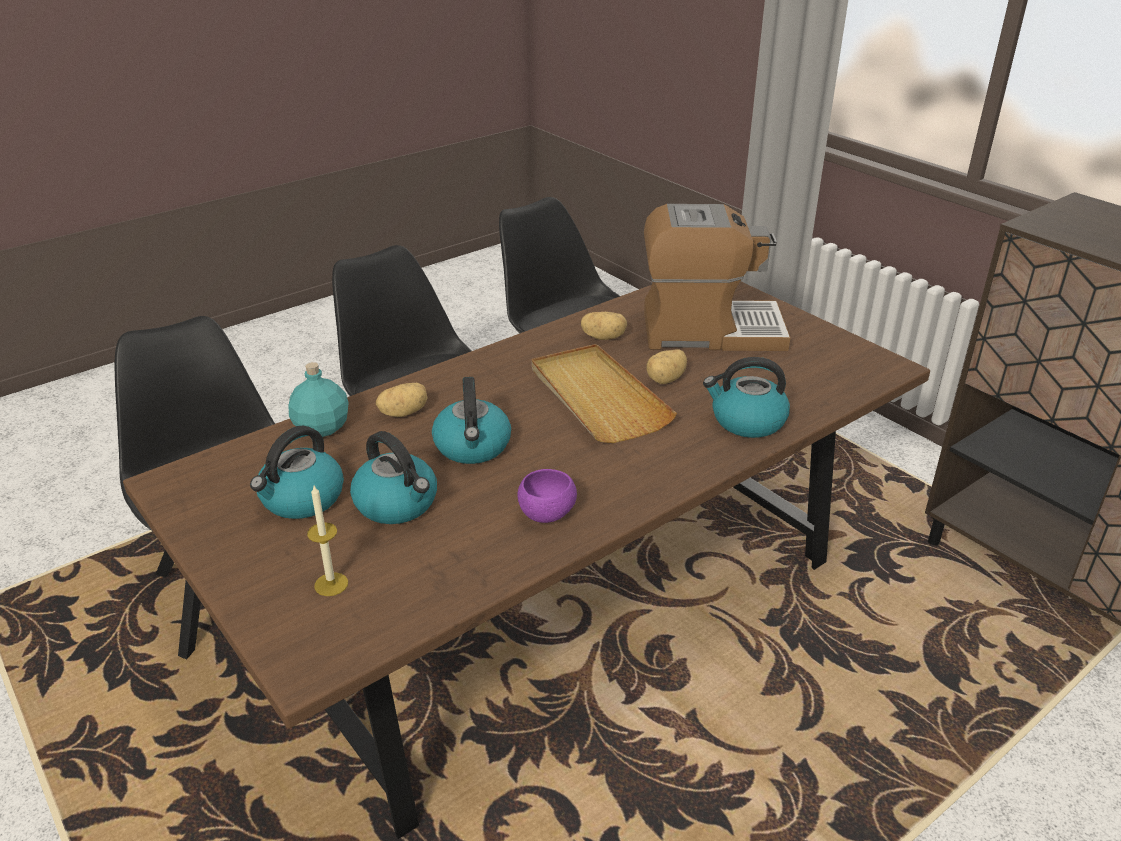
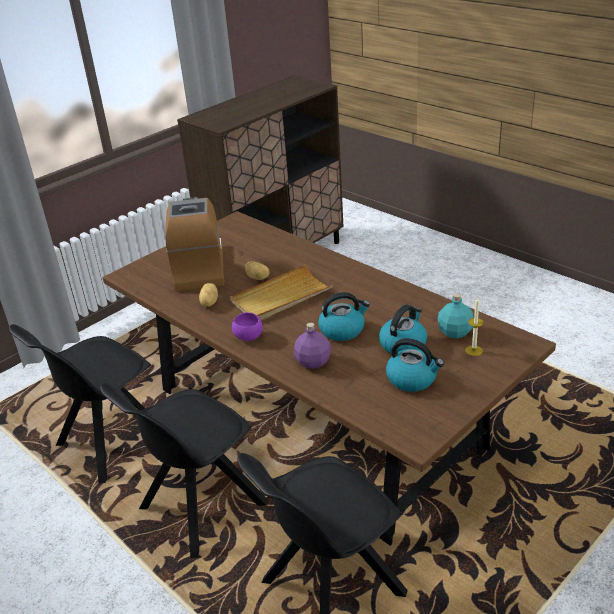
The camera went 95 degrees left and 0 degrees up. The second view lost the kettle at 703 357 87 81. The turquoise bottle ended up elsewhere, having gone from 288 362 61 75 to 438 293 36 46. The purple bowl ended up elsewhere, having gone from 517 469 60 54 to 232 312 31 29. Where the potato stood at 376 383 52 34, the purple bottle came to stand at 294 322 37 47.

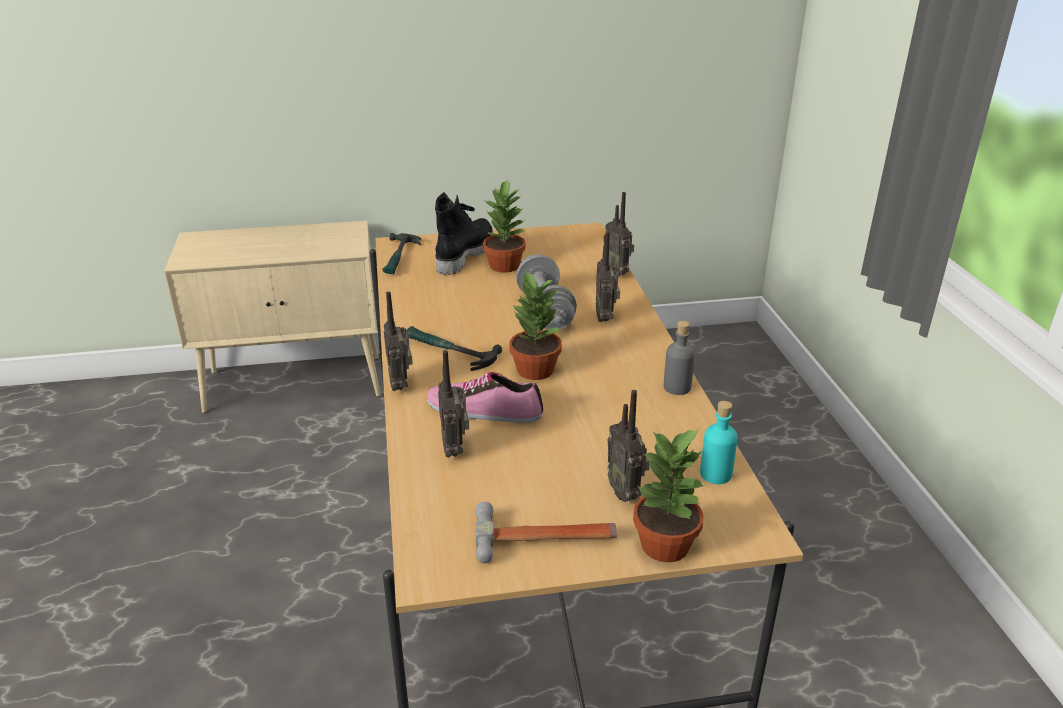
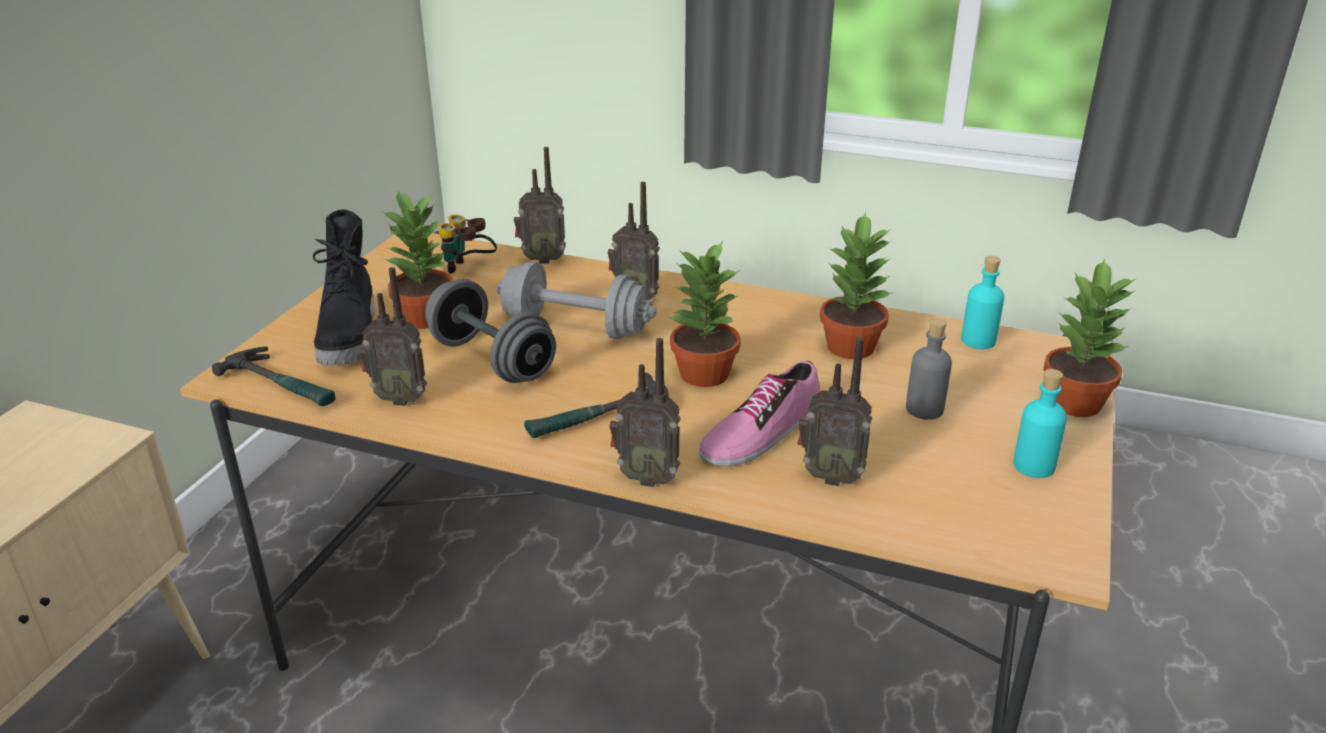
The camera went 60 degrees left and 0 degrees up. The second view gained the grey dumbbell at 425 279 131 104. The second view gained the binoculars at 439 214 58 60. The second view gained the potted plant at 820 212 74 147. The radio ended up elsewhere, having gone from 607 390 43 112 to 359 267 68 139. The grey bottle ended up elsewhere, having gone from 664 321 31 74 to 906 318 46 102. Where the hammer stood at 475 502 142 62, the turquoise bottle came to stand at 1013 369 54 109. The black boot at 435 192 58 83 ended up facing another way, 150 degrees counterclockwise from before.

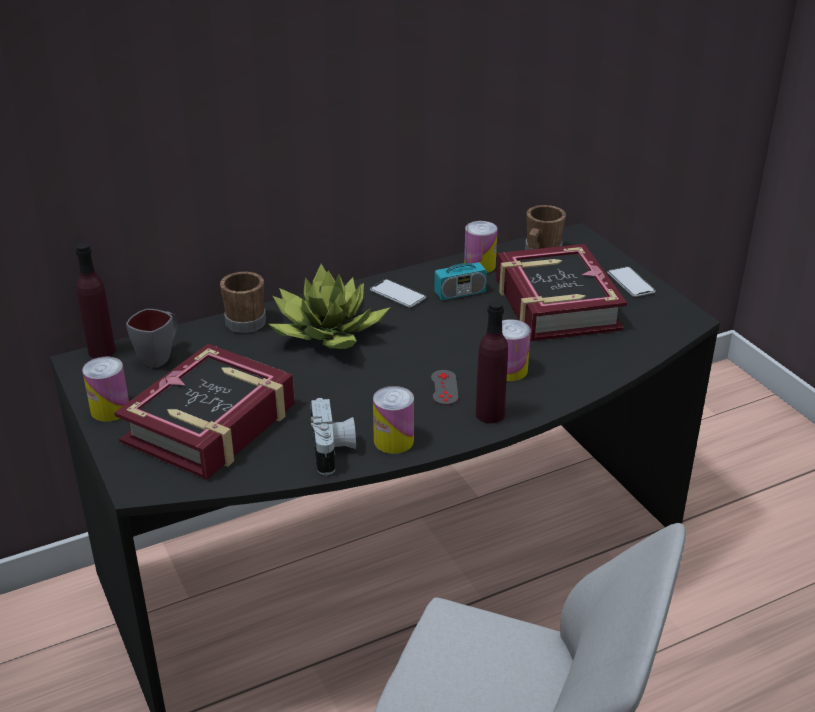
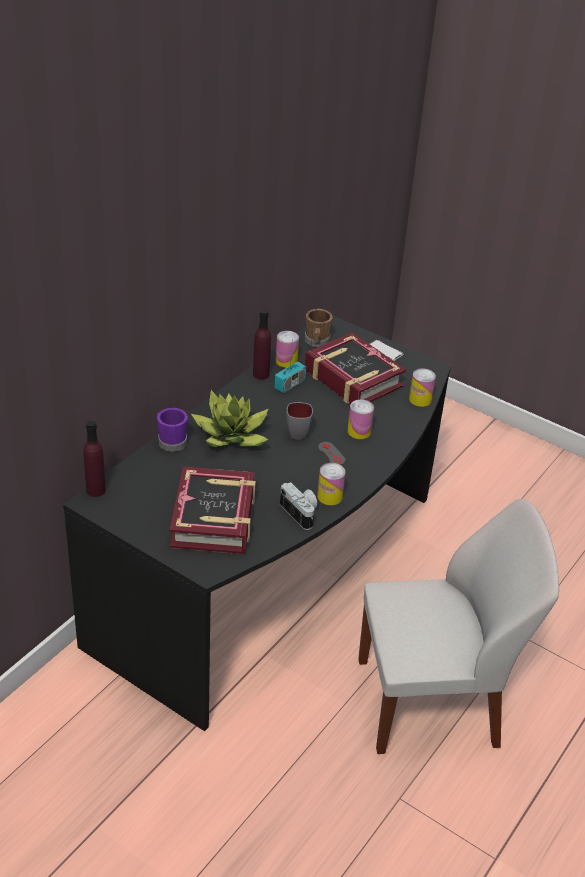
The camera went 30 degrees left and 5 degrees up. The second view lost the phone at 370 279 56 29. The can ended up elsewhere, having gone from 82 357 47 65 to 409 368 27 39. The grey mug ended up elsewhere, having gone from 126 309 51 59 to 286 402 27 38. The purple bottle ended up elsewhere, having gone from 476 300 32 123 to 253 309 18 71. What was the brown mug at 220 272 46 61 turned into the purple mug at 157 408 31 44.

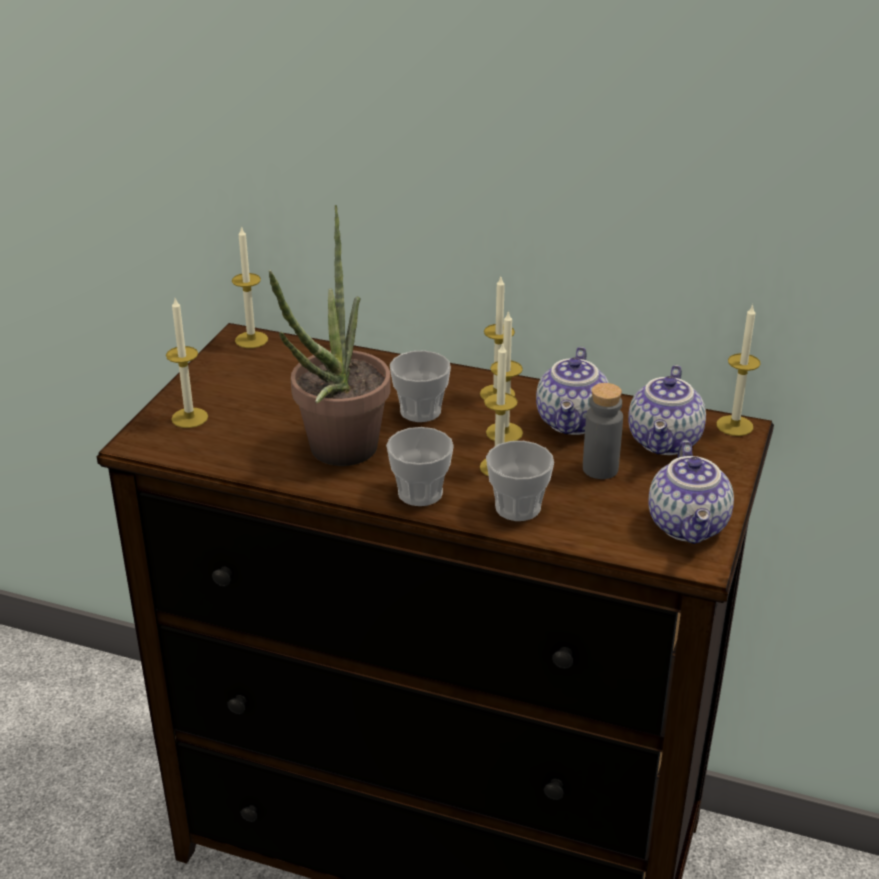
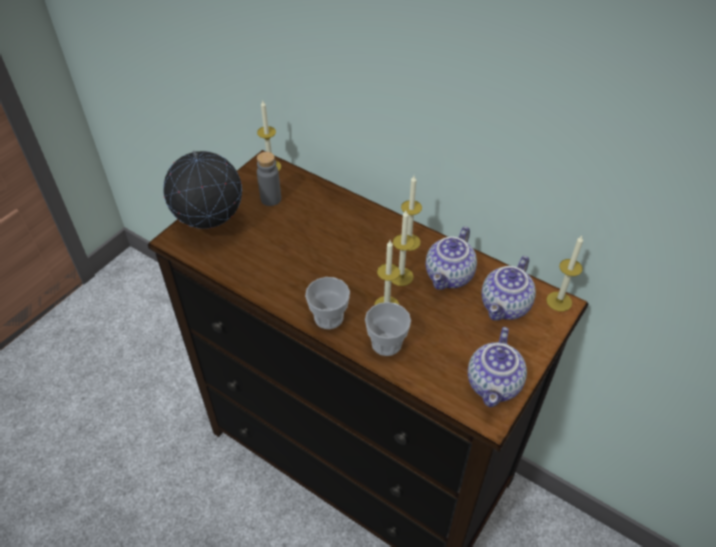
The camera went 15 degrees right and 15 degrees up. The second view lost the potted plant at 269 205 122 261. The second view lost the cup at 390 350 61 72. The grey bottle ended up elsewhere, having gone from 583 383 40 96 to 257 152 24 54. Where the candle stood at 166 298 42 130, the globe came to stand at 163 151 79 78.

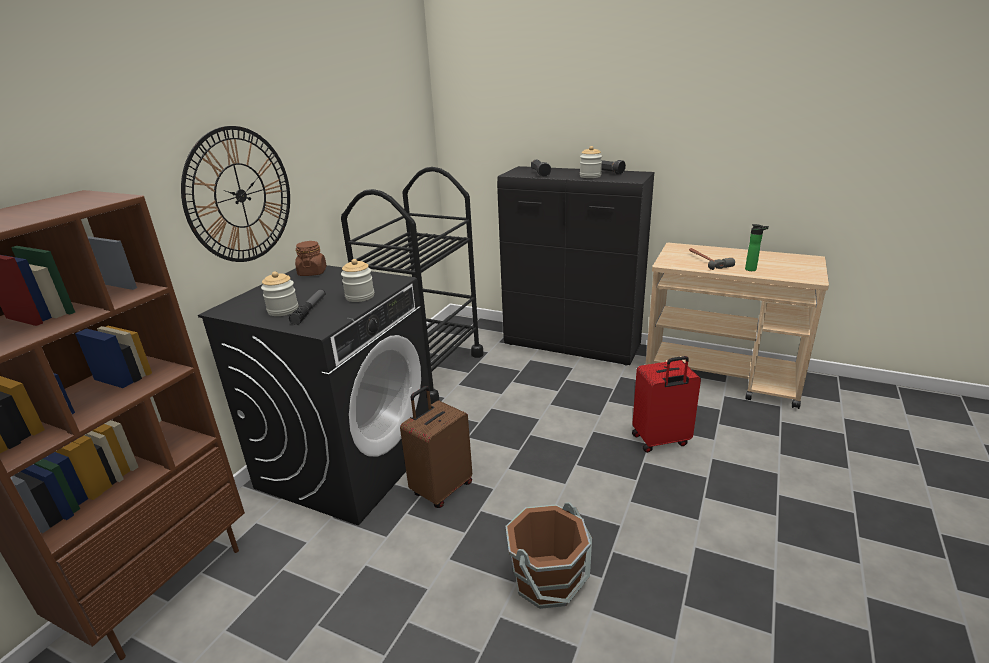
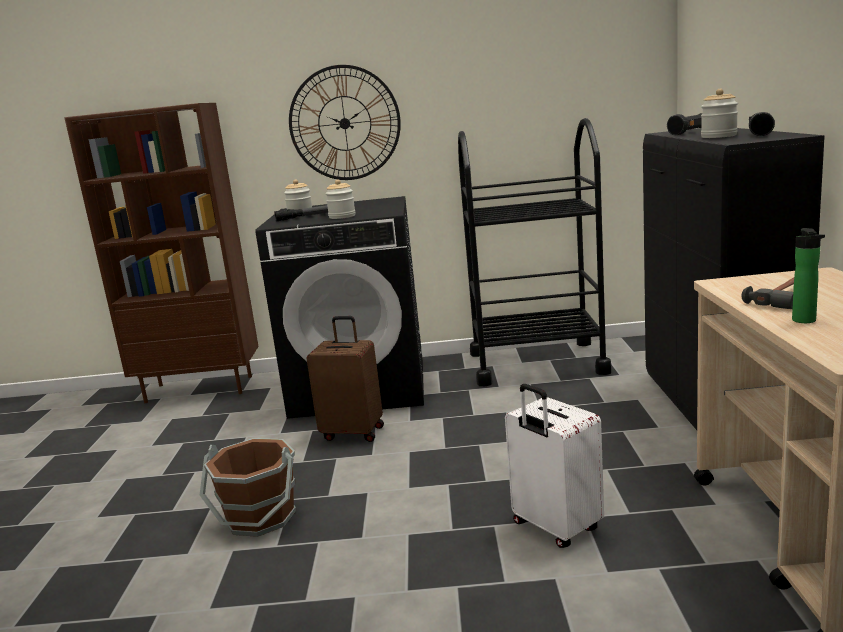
The camera went 65 degrees right and 10 degrees down. The second view lost the brown jar at 295 241 32 35. What was the red suitcase at 632 356 69 97 turned into the white suitcase at 505 384 99 164.

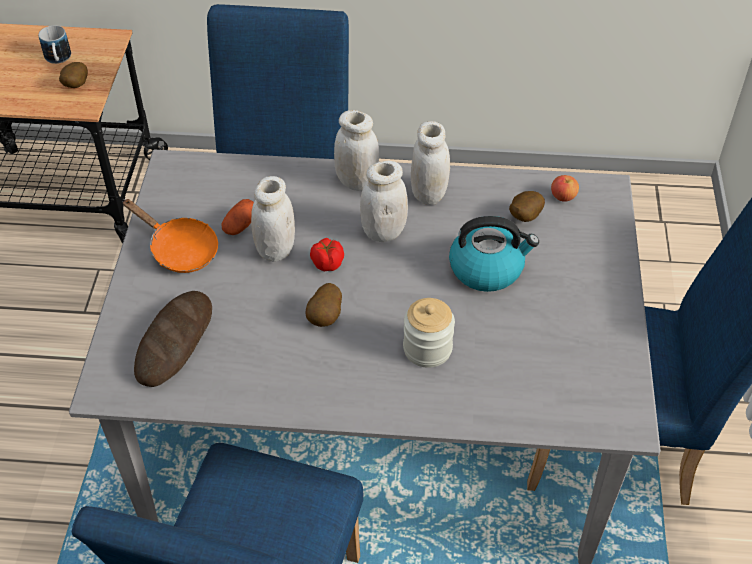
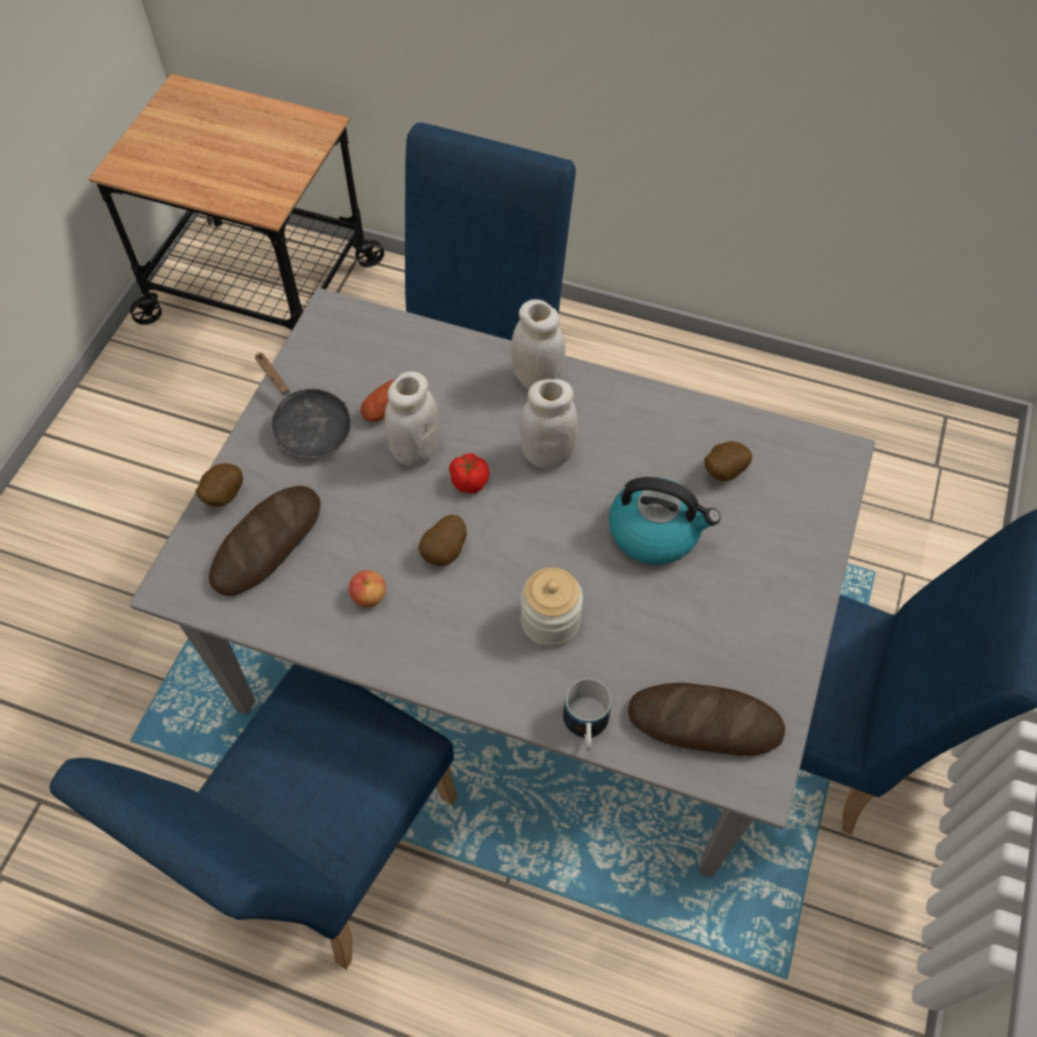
The camera went 15 degrees right and 10 degrees up. The second view lost the white jar at 411 121 39 84. The second view gained the bread at 628 683 157 73. The mug ended up elsewhere, having gone from 38 25 33 39 to 563 678 49 73. The potato ended up elsewhere, having gone from 59 62 29 26 to 195 463 48 44. The apple ended up elsewhere, having gone from 551 175 28 27 to 349 570 37 37. What was the orange frying pan at 122 199 96 74 turned into the black frying pan at 255 352 96 107.

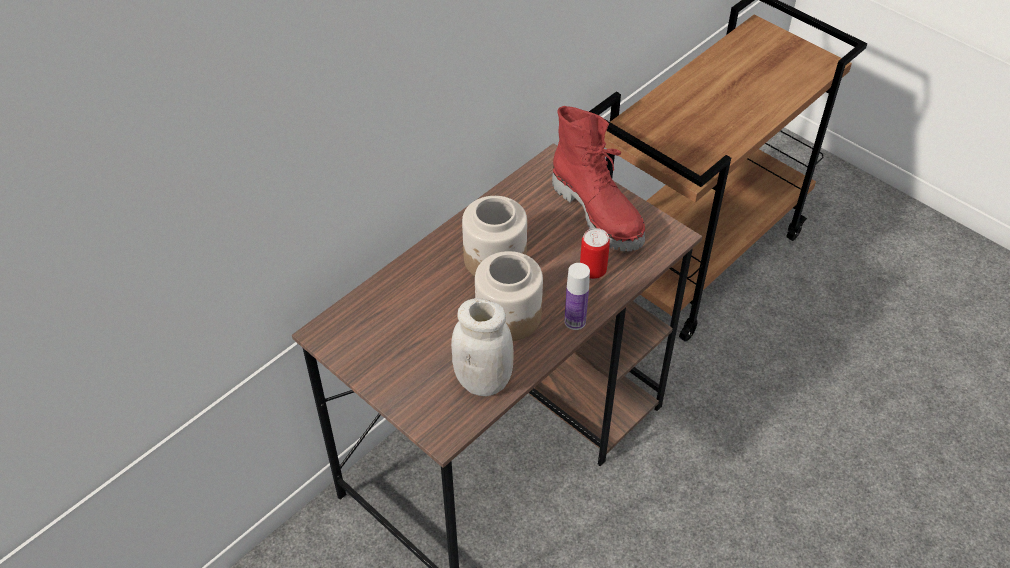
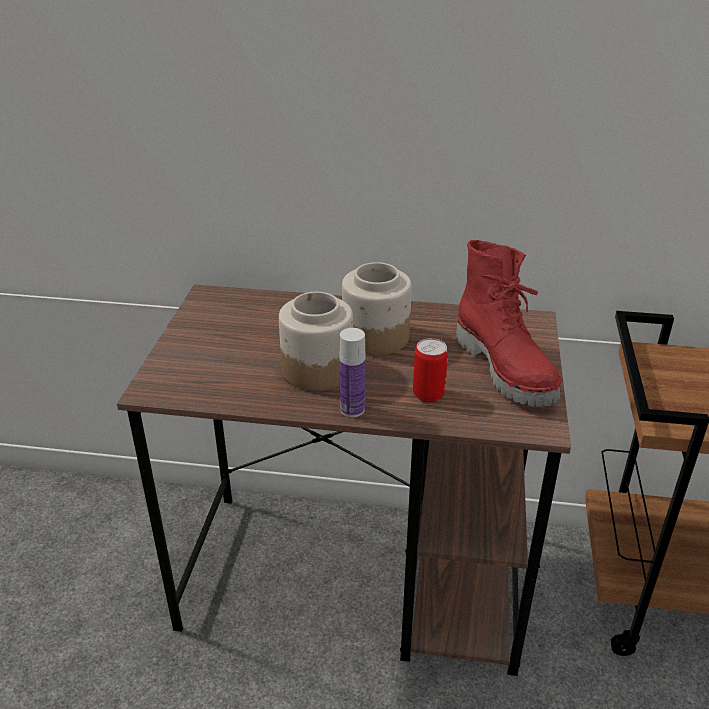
The camera went 55 degrees right and 15 degrees down. The second view lost the white jar at 451 298 63 98. The red boot at 552 106 93 146 ended up facing another way, 45 degrees counterclockwise from before.

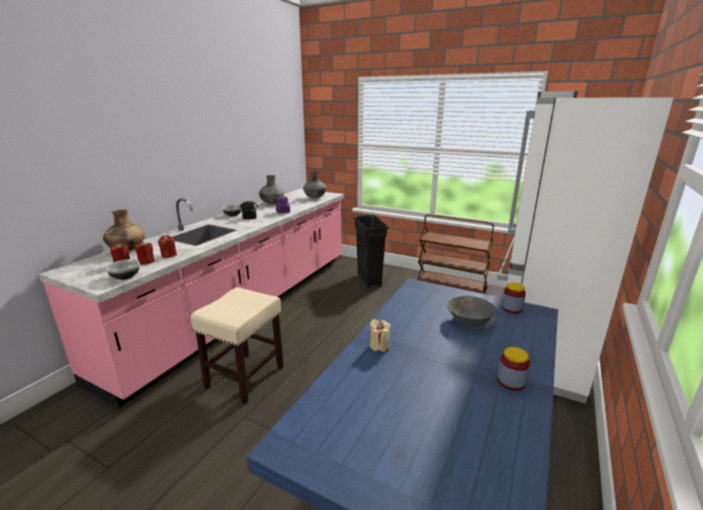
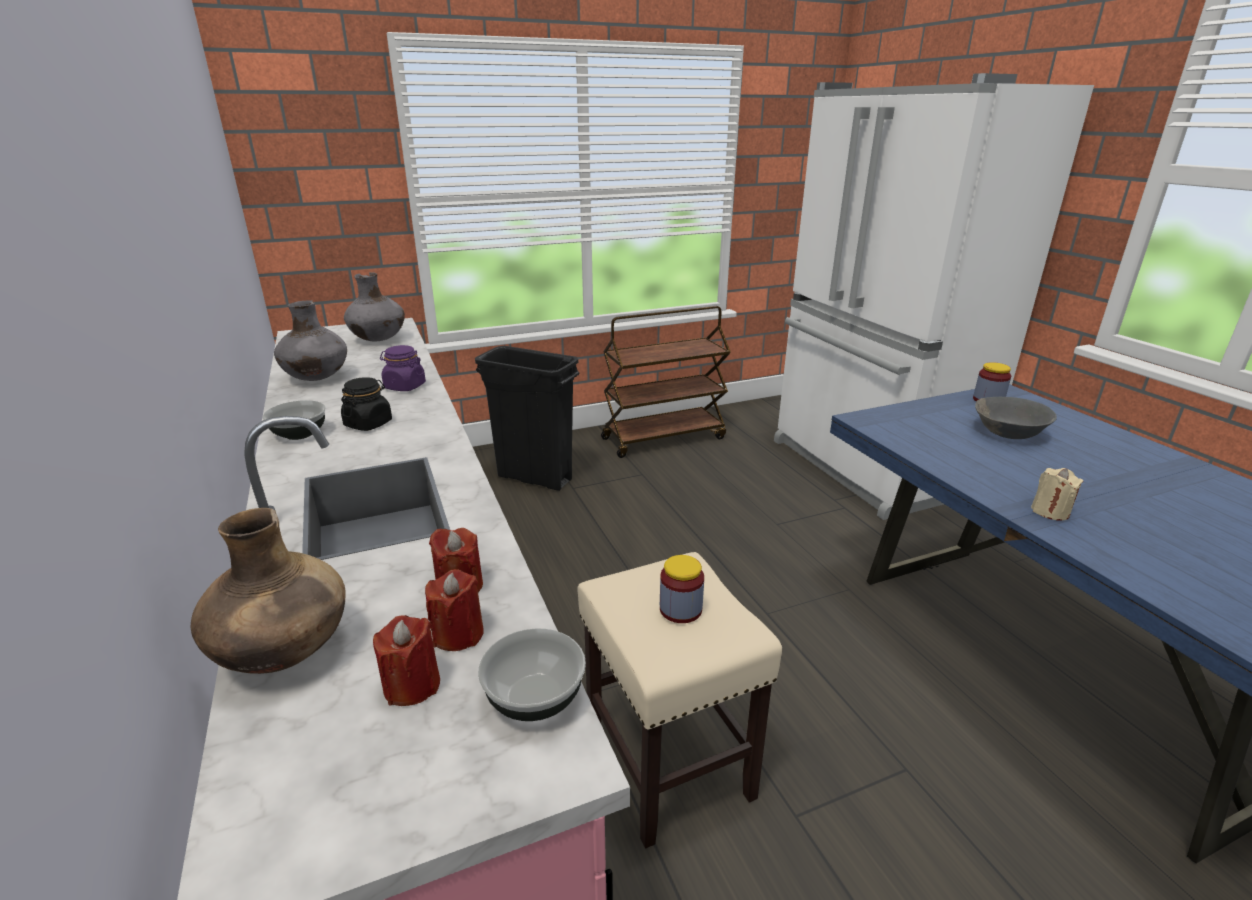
The camera went 50 degrees left and 5 degrees up. The jar ended up elsewhere, having gone from 497 347 33 44 to 660 555 44 68.

